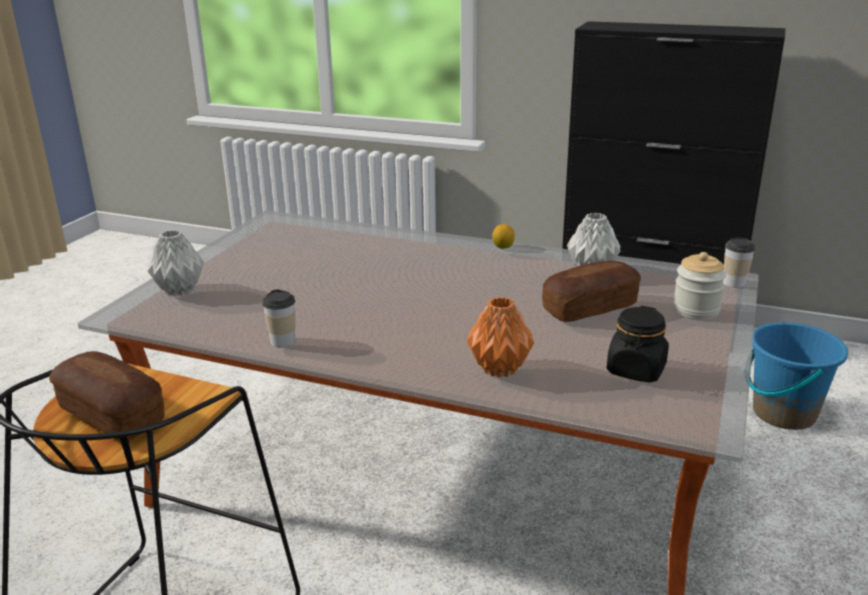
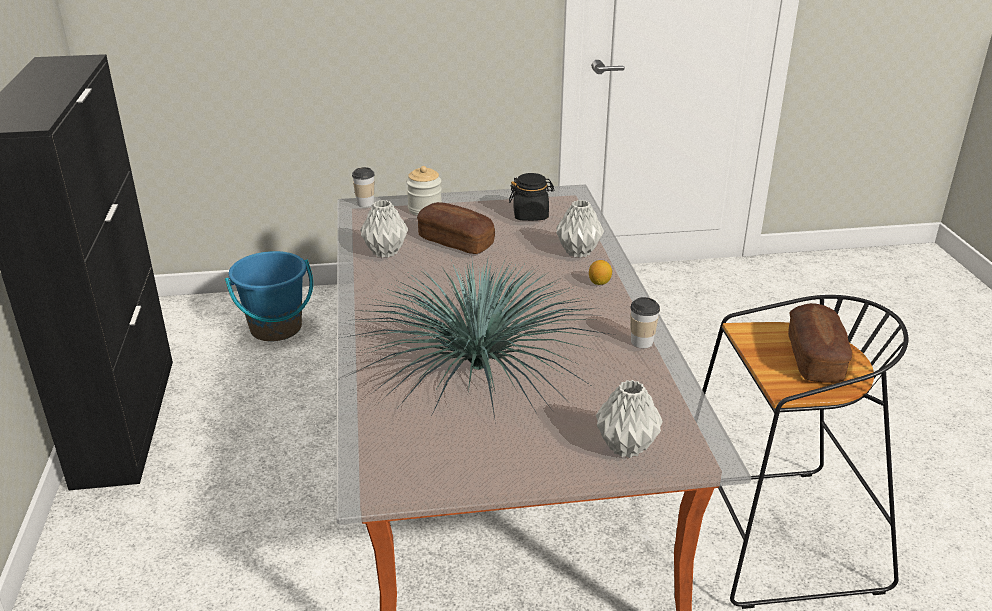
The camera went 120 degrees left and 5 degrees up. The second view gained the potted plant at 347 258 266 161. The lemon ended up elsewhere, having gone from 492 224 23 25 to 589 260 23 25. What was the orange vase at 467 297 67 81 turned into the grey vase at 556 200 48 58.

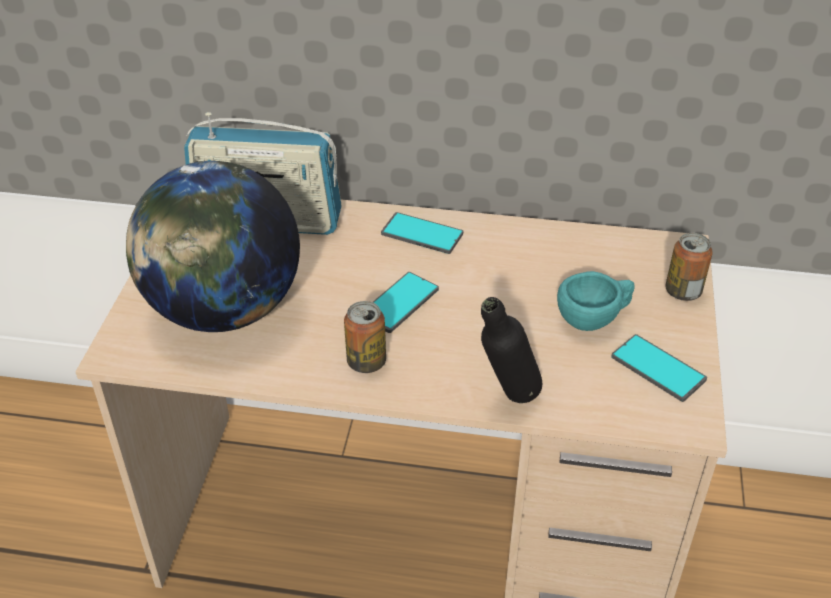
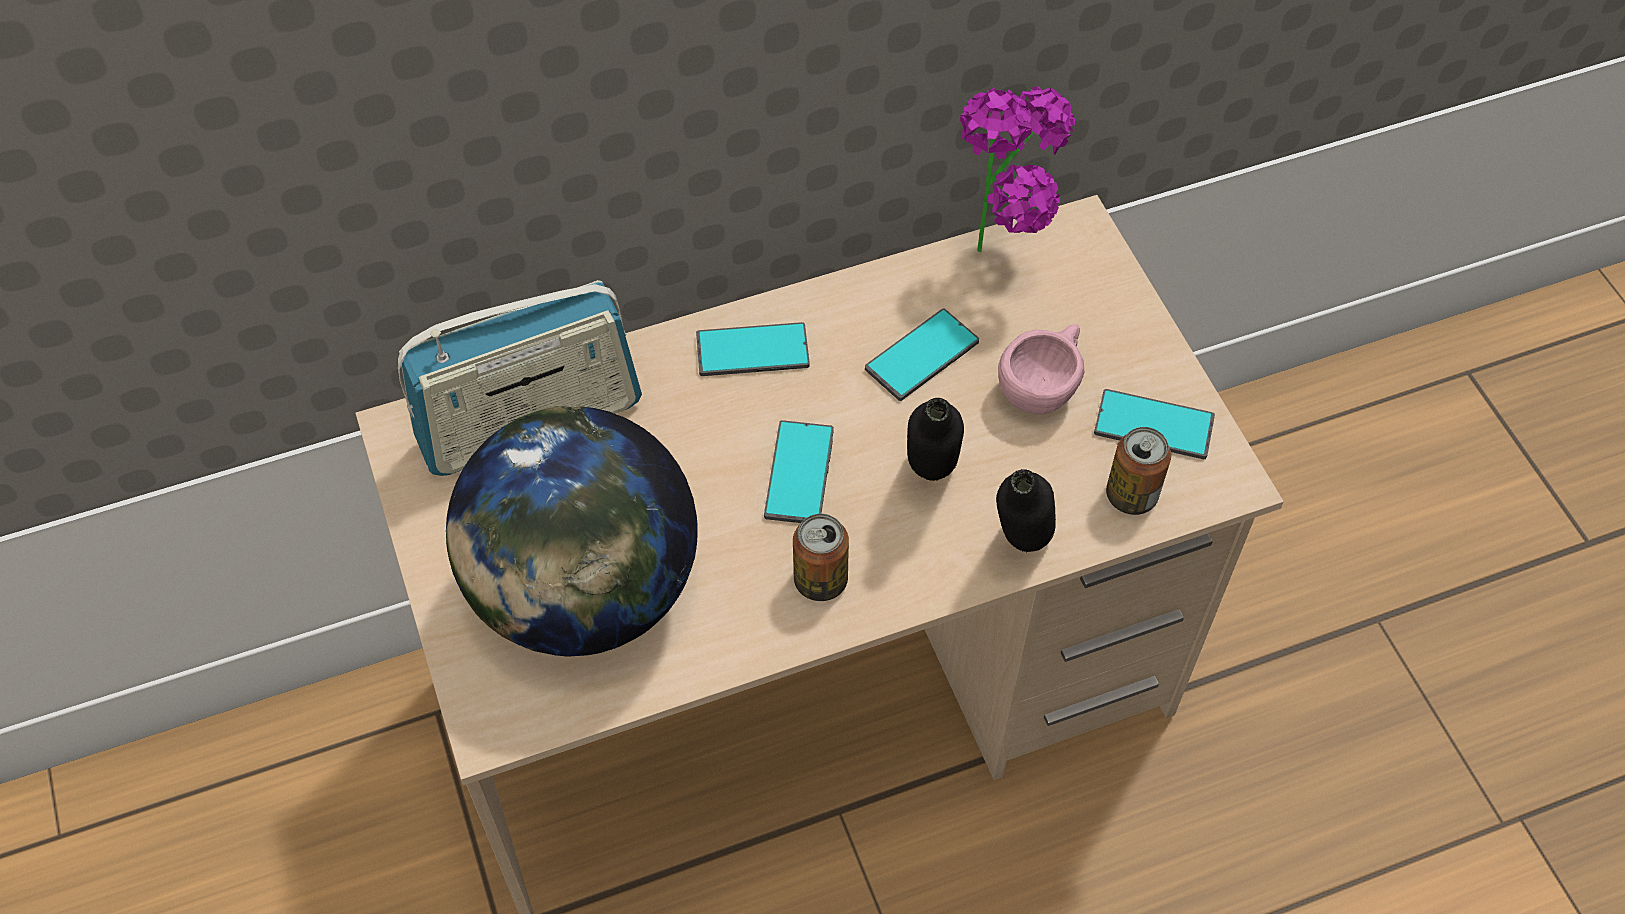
The camera went 30 degrees left and 15 degrees up. The second view gained the phone at 865 308 114 93. The second view gained the black bottle at 907 398 57 83. The second view gained the potted plant at 960 87 115 165. The can ended up elsewhere, having gone from 666 233 47 68 to 1106 427 65 88. What was the turquoise cup at 557 271 78 60 turned into the pink cup at 998 324 86 90.

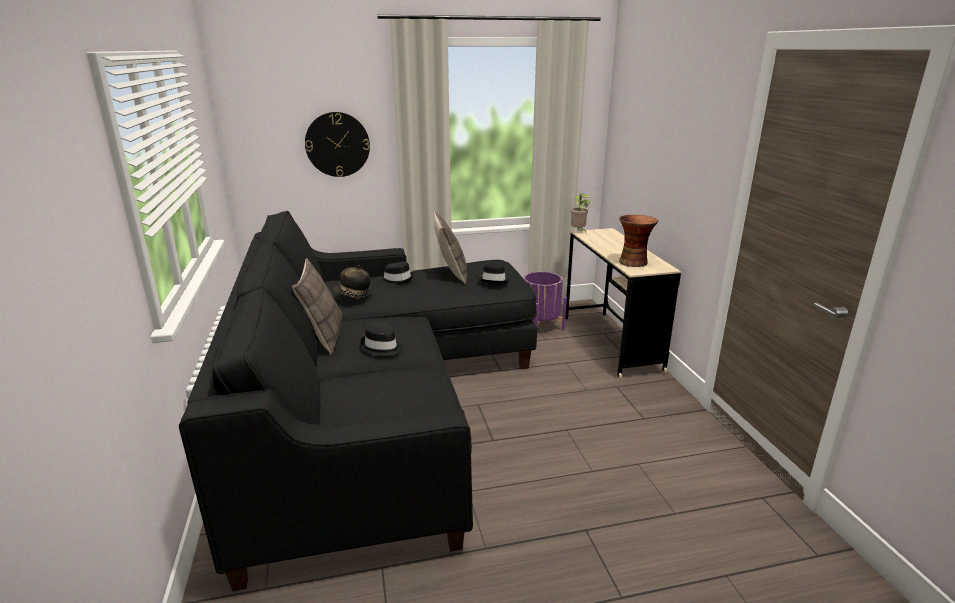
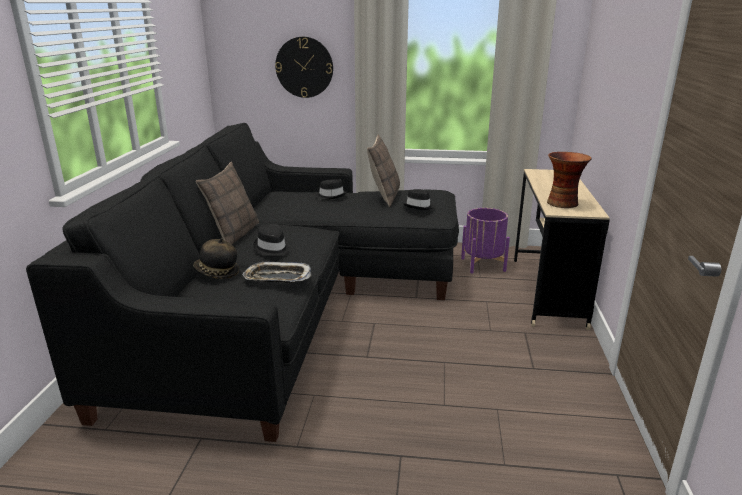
The camera went 20 degrees right and 0 degrees up. The second view lost the potted plant at 571 193 19 41. The second view gained the tray at 243 262 68 21. The hat ended up elsewhere, having gone from 333 265 38 34 to 193 238 46 41.

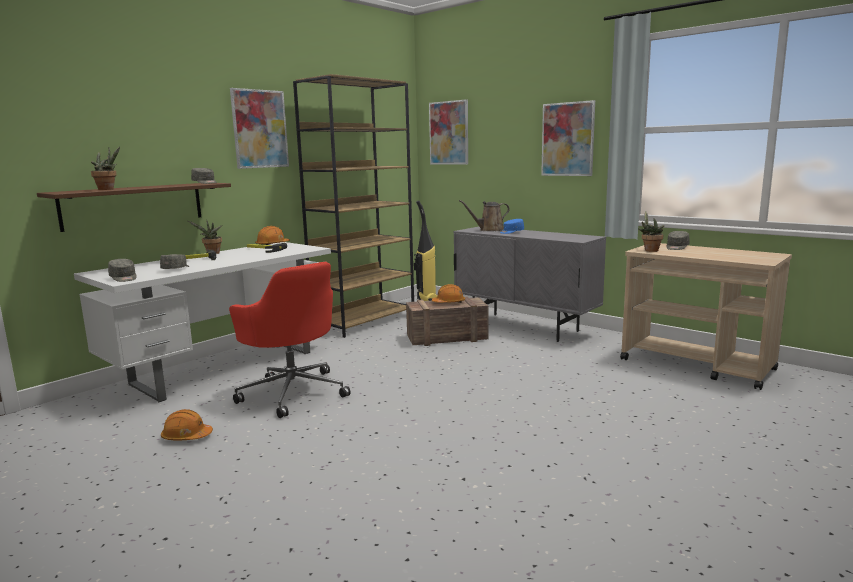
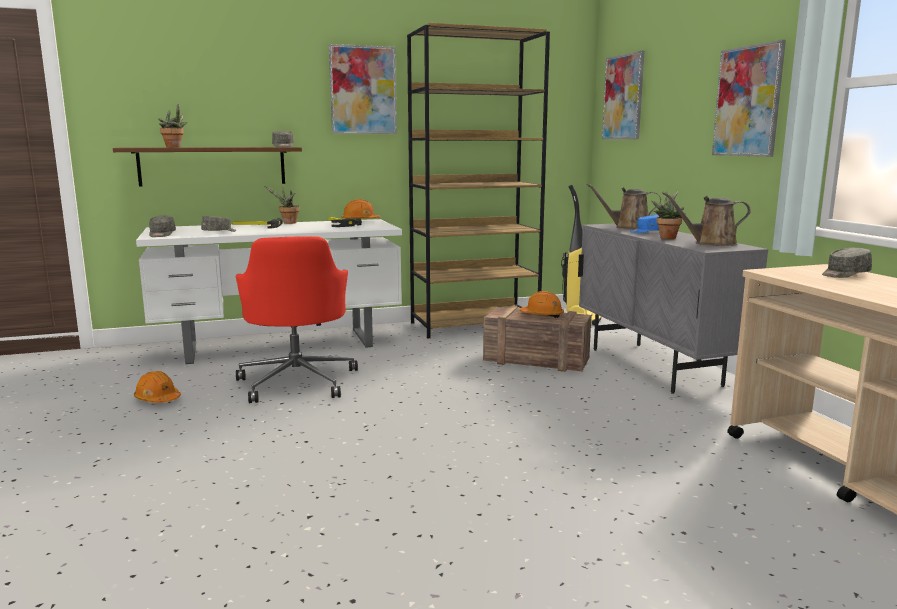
The camera went 30 degrees right and 0 degrees up. The second view gained the brown watering can at 662 192 89 54. The potted plant ended up elsewhere, having gone from 638 211 26 41 to 652 191 34 48.

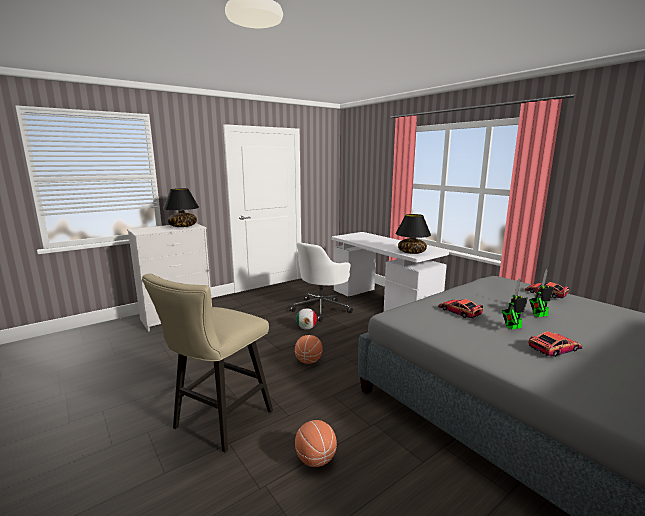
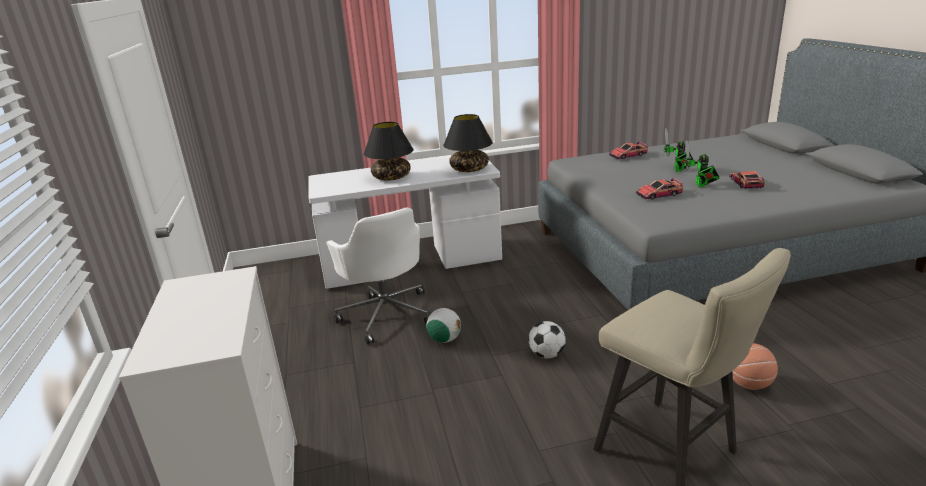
The camera went 65 degrees left and 10 degrees up. The black table lamp ended up elsewhere, having gone from 163 188 36 39 to 364 122 50 58. Where the basketball stood at 295 335 27 29, the football came to stand at 528 321 38 37.

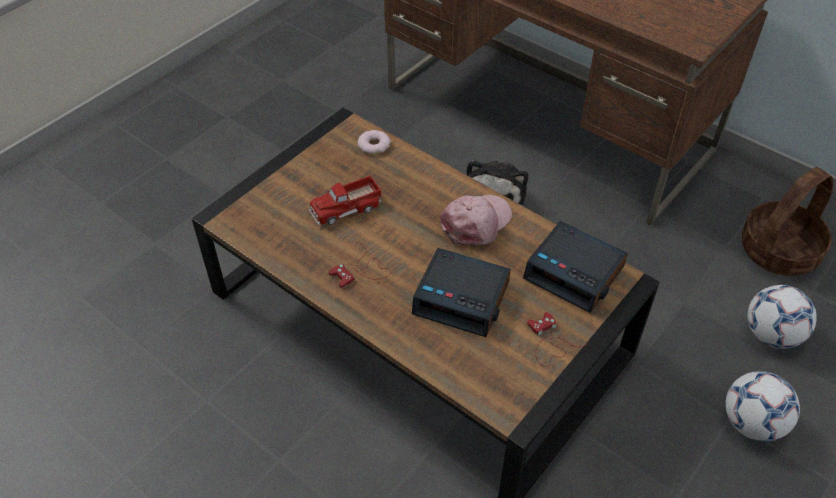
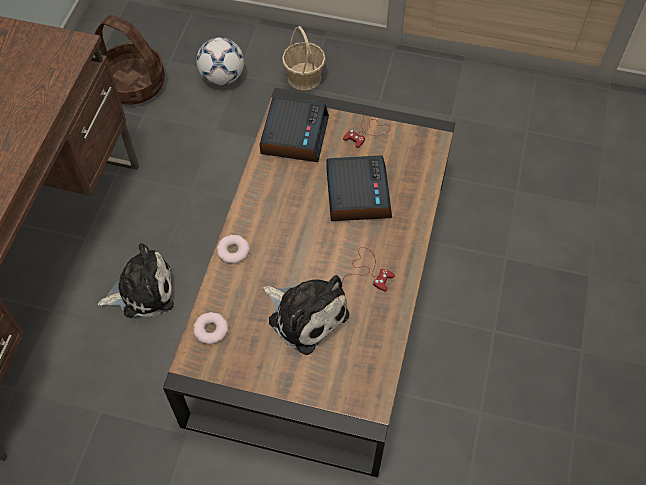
The camera went 115 degrees left and 10 degrees up. The second view lost the pink cap at 440 195 72 50. The second view gained the donut at 217 235 33 29. Where the toy truck stood at 309 175 73 50, the plush toy came to stand at 263 275 86 80. Where the football stood at 725 371 75 71, the basket came to stand at 282 26 44 65.

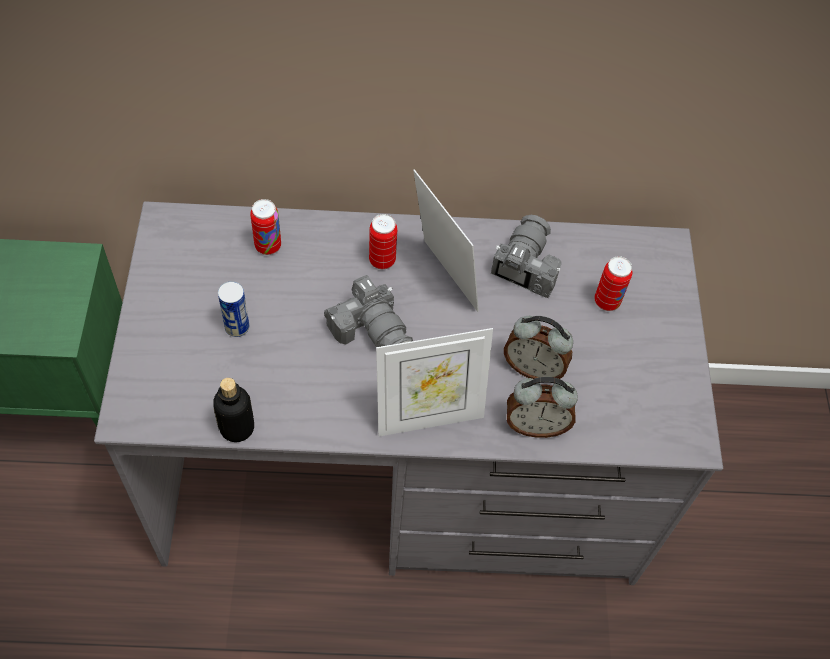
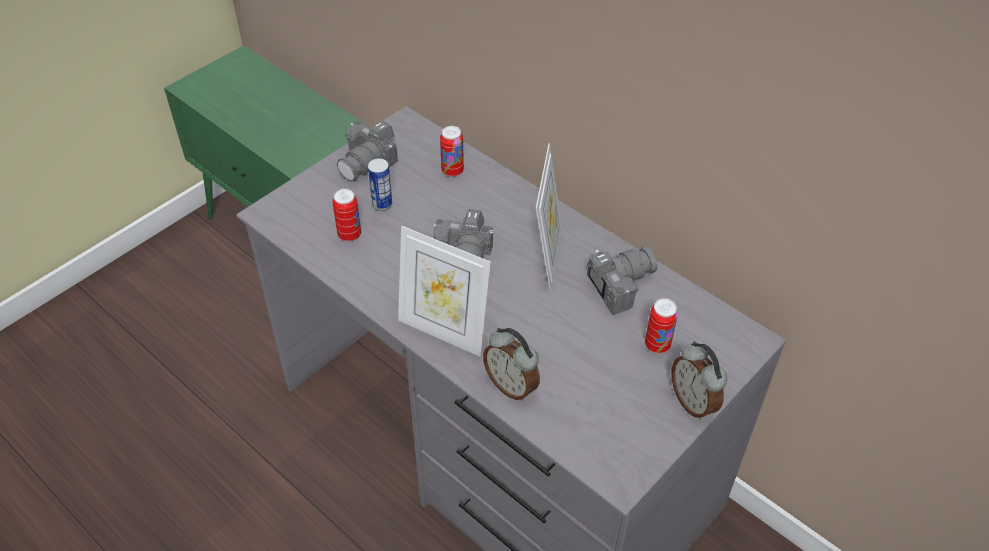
The camera went 45 degrees right and 10 degrees down. The second view lost the bottle at 214 378 40 64. The second view gained the photo camera at 337 121 61 60. The can ended up elsewhere, having gone from 369 214 28 55 to 332 189 29 52. The alarm clock ended up elsewhere, having gone from 504 316 69 63 to 671 341 56 79.

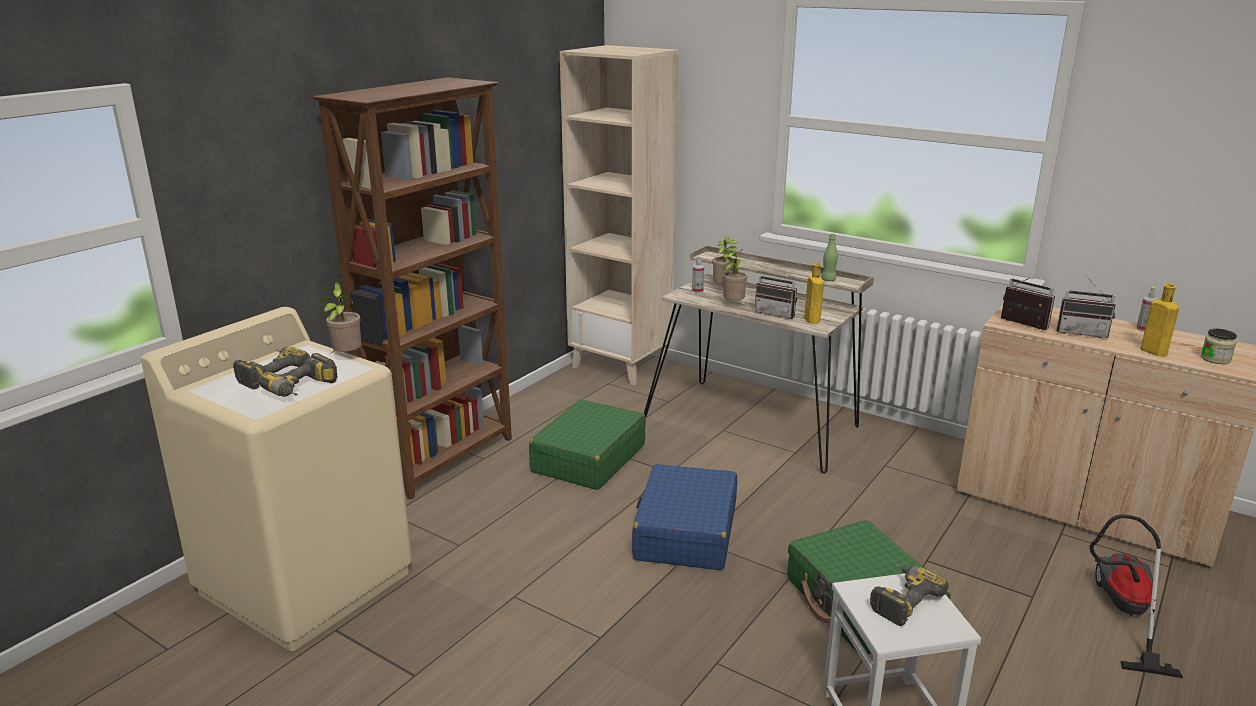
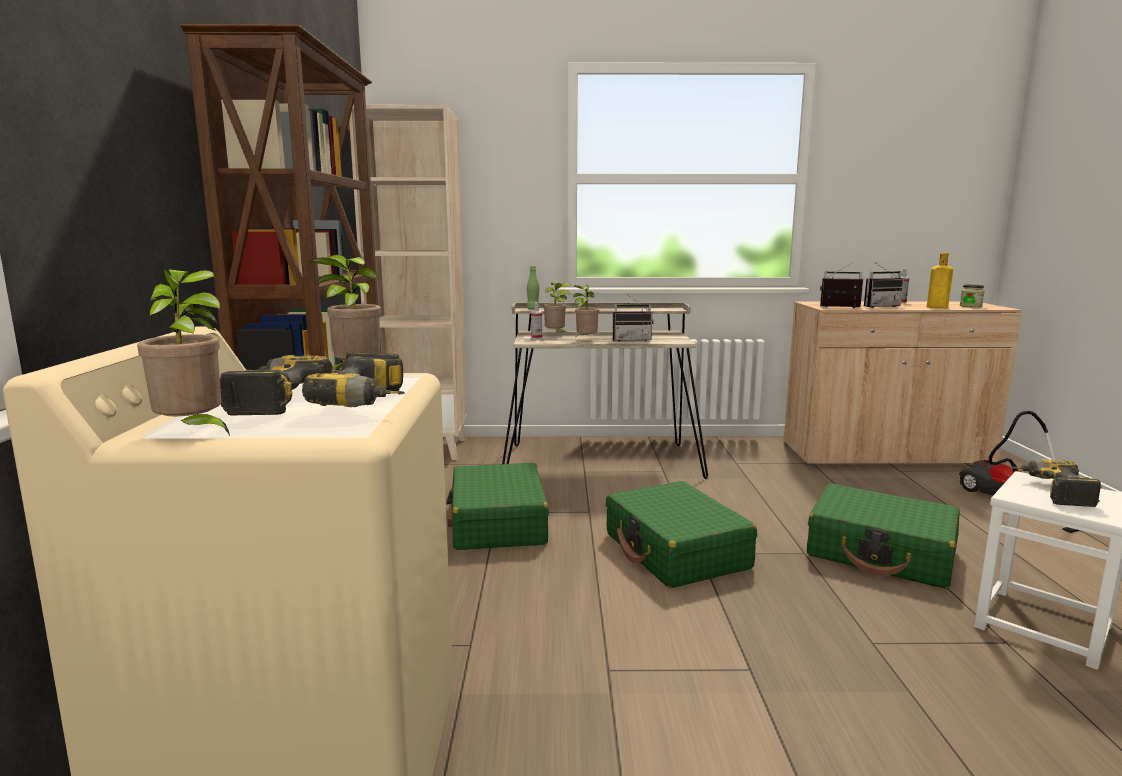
The camera went 35 degrees left and 10 degrees down. The second view lost the yellow bottle at 804 263 20 61. The second view gained the potted plant at 137 269 93 166. The green bottle ended up elsewhere, having gone from 821 234 17 47 to 527 266 13 44. What was the blue suitcase at 632 464 105 106 turned into the green suitcase at 606 481 151 107.

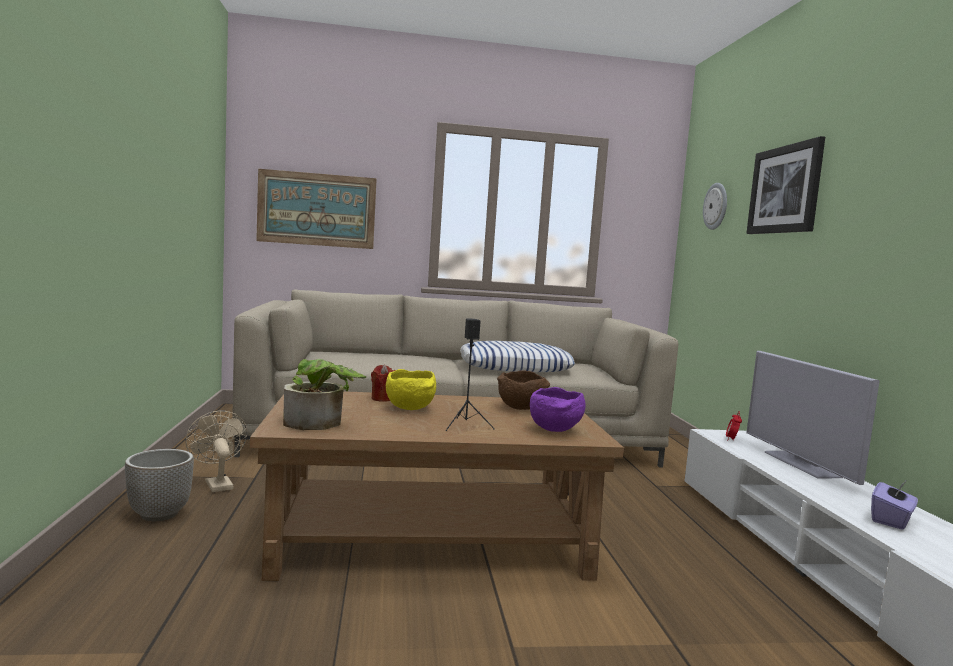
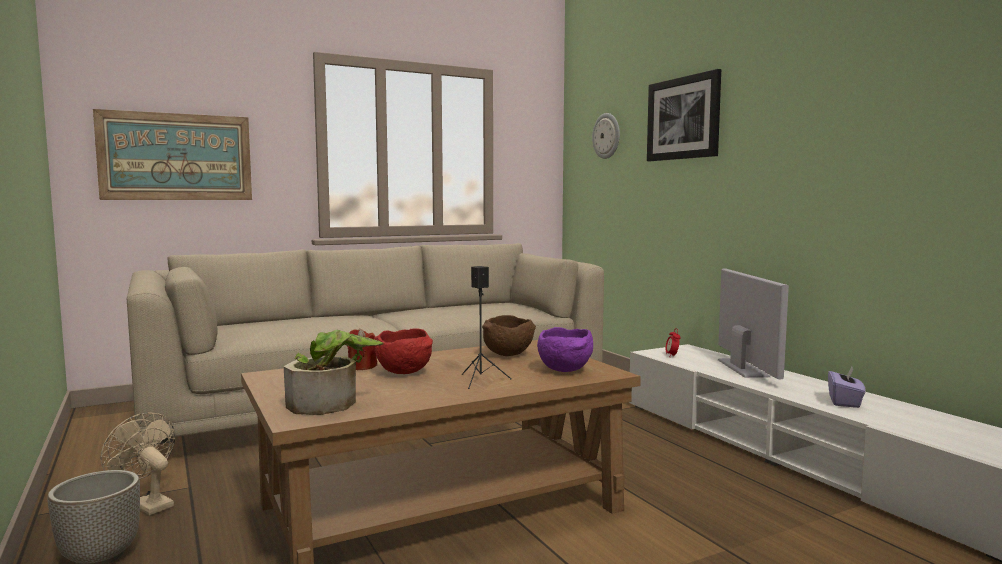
The camera went 20 degrees left and 0 degrees up. The second view lost the pillow at 460 341 115 31. What was the yellow bowl at 386 369 50 41 turned into the red bowl at 374 329 59 45. The television at 747 351 133 134 ended up facing another way, 150 degrees counterclockwise from before.

